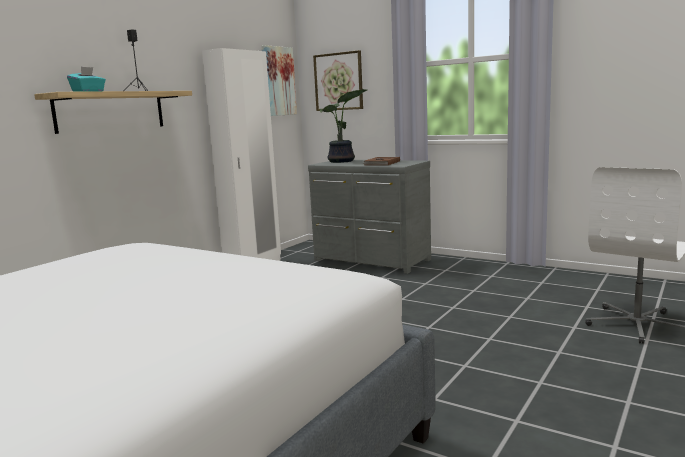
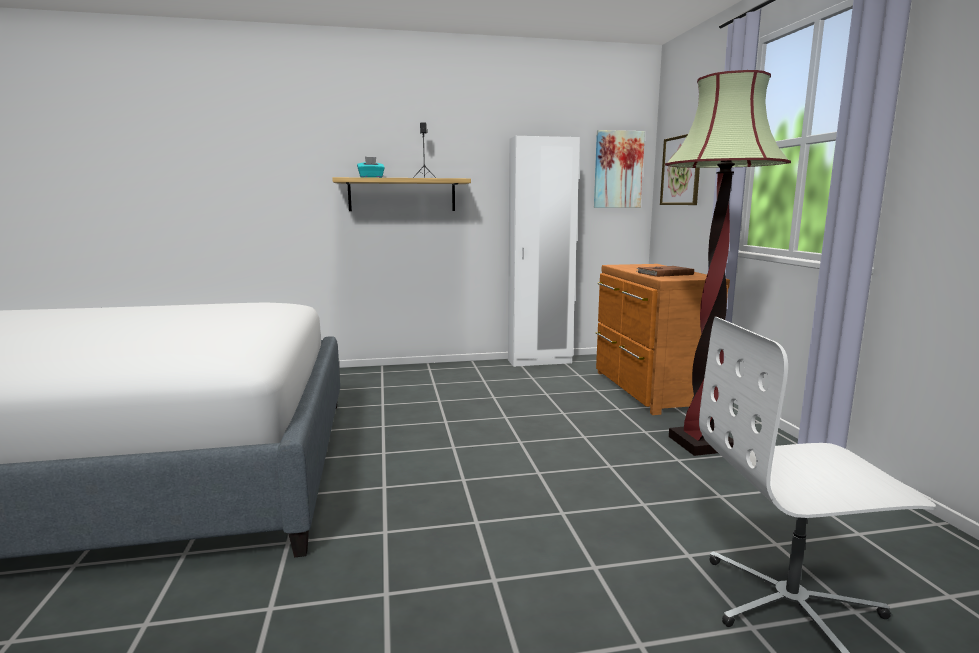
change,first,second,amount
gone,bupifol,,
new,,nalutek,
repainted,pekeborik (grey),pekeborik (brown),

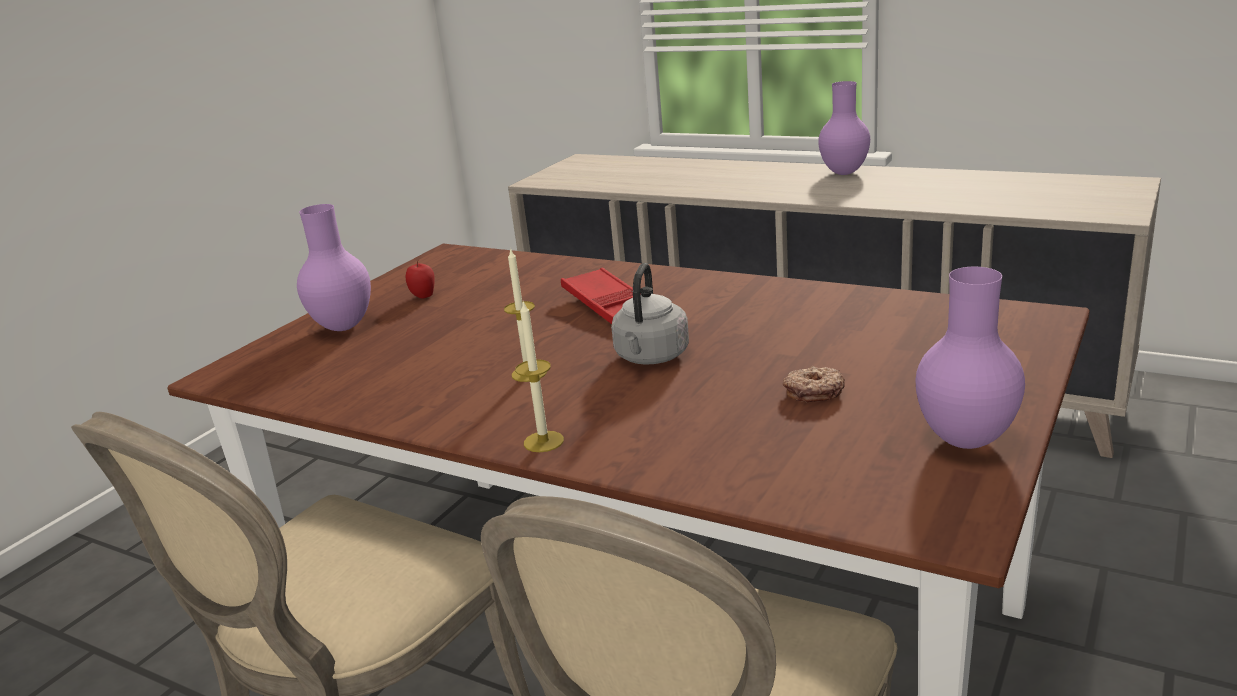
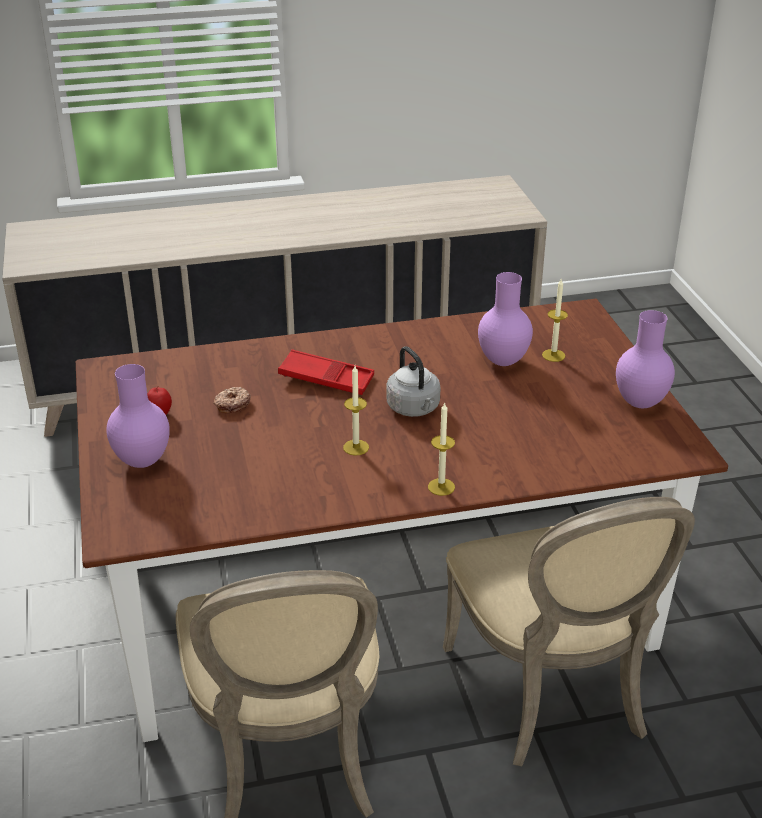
change,first,second,amount
new,,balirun (no. 3 from left),
shifted,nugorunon,,
shifted,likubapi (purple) (no. 2 from left),,

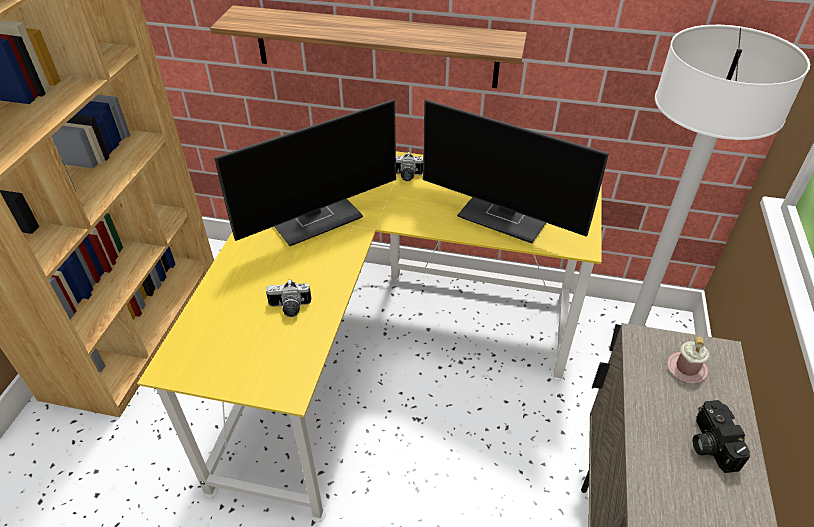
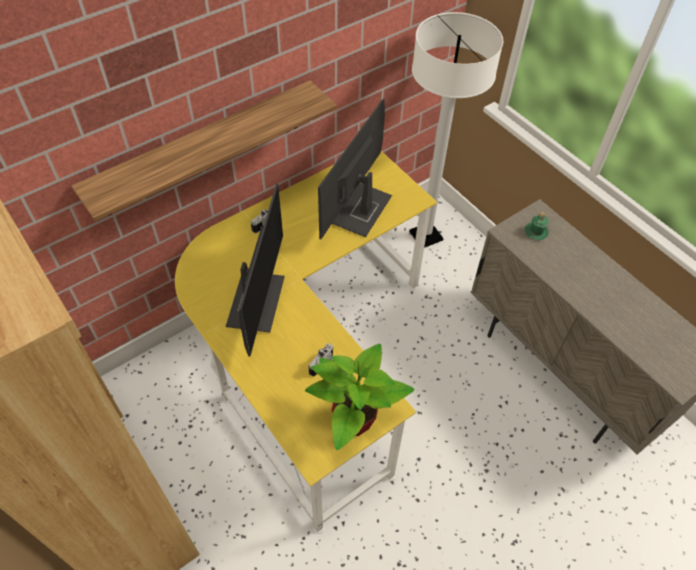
change,first,second,amount
gone,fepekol (no. 3 from left),,
new,,bupifol,
repainted,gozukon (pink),gozukon (green),
rotated,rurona (no. 2 from left),,135 degrees clockwise

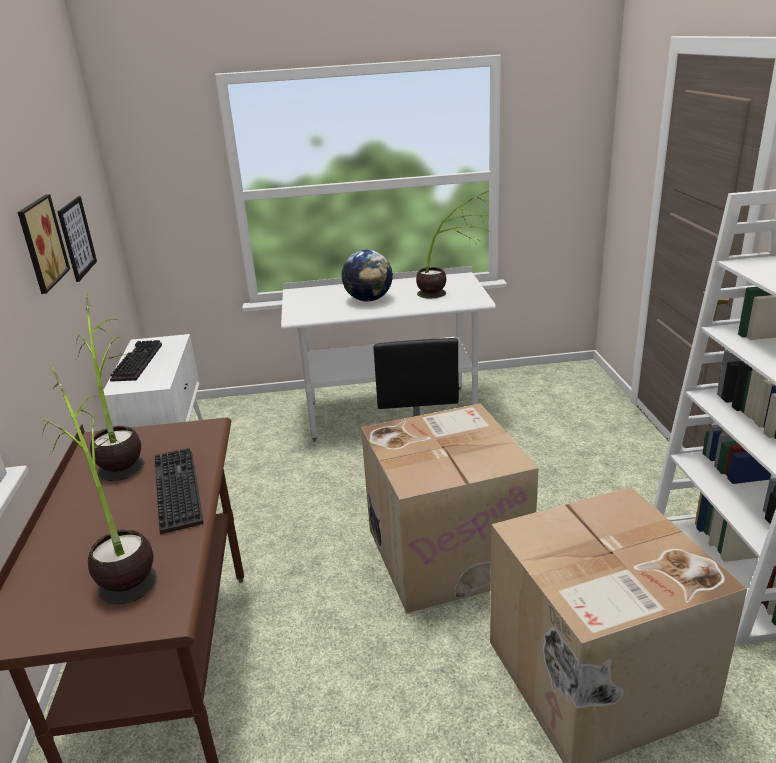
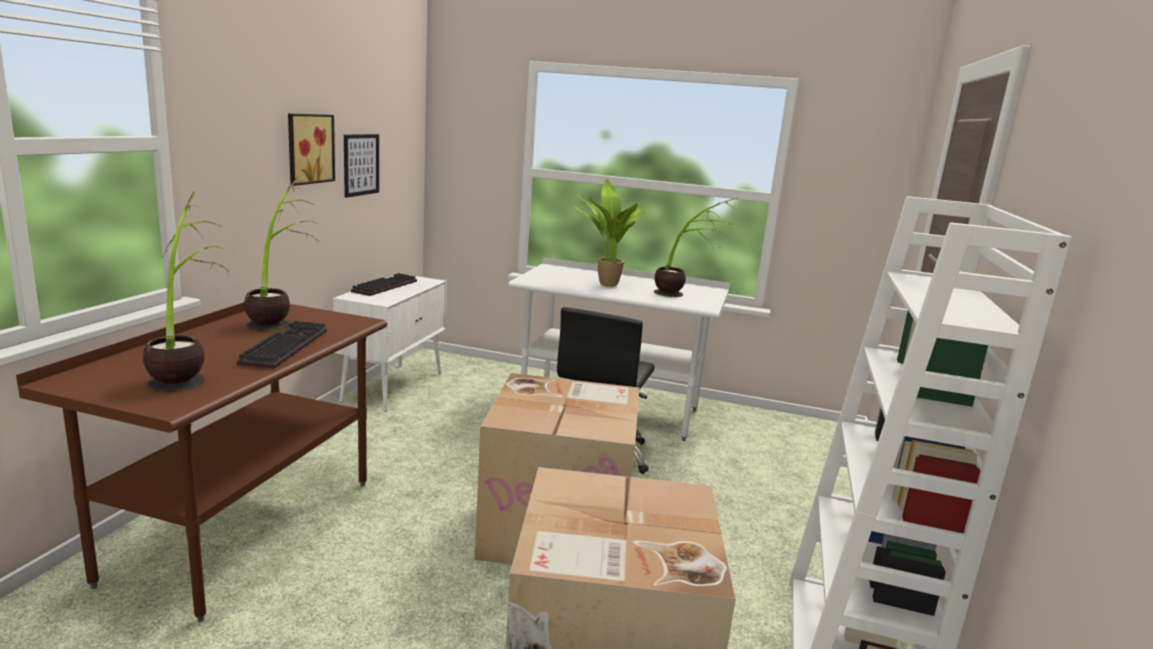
change,first,second,amount
swapped,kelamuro,bupifol (no. 3 from left),

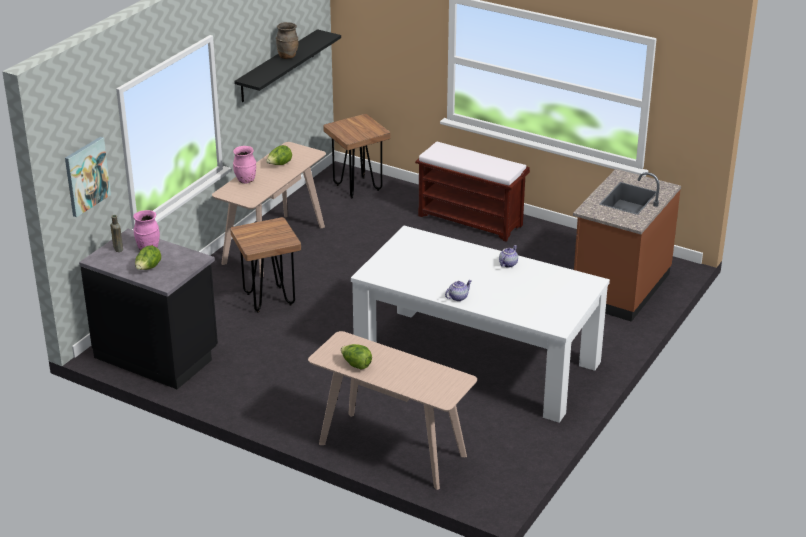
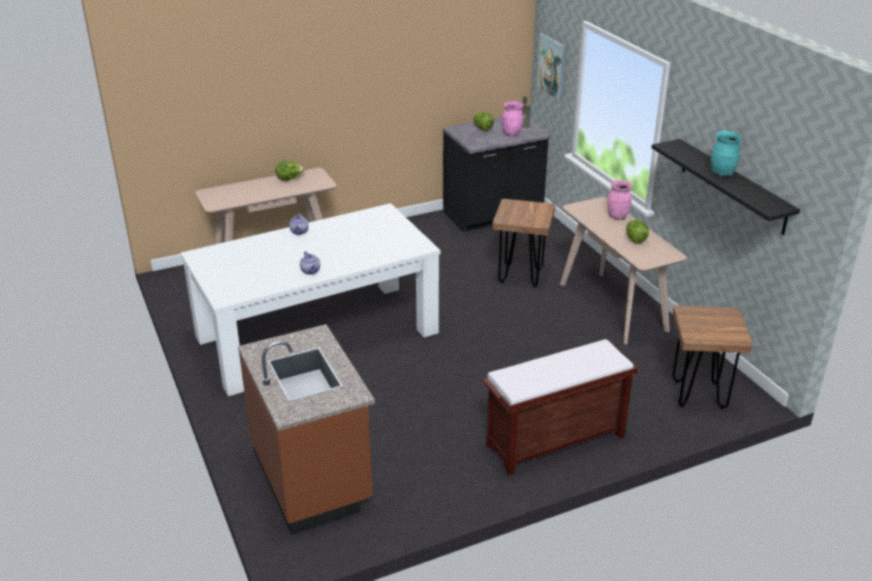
change,first,second,amount
repainted,likubapi (brown),likubapi (turquoise),

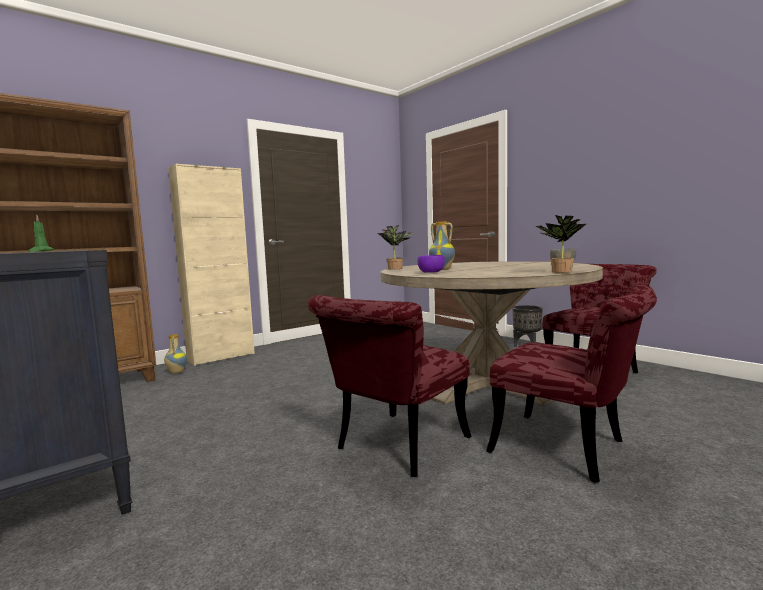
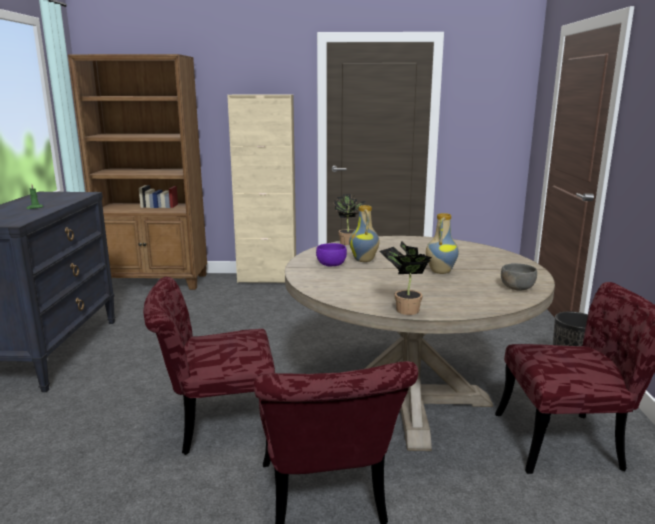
change,first,second,amount
shifted,likubapi (no. 1 from left in the first image),likubapi (no. 2 from left),

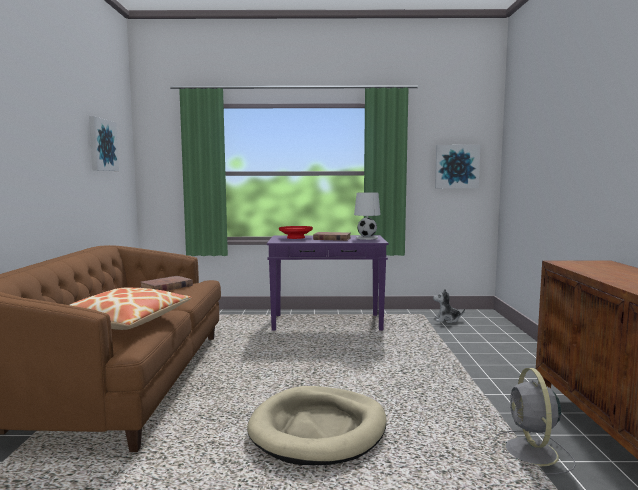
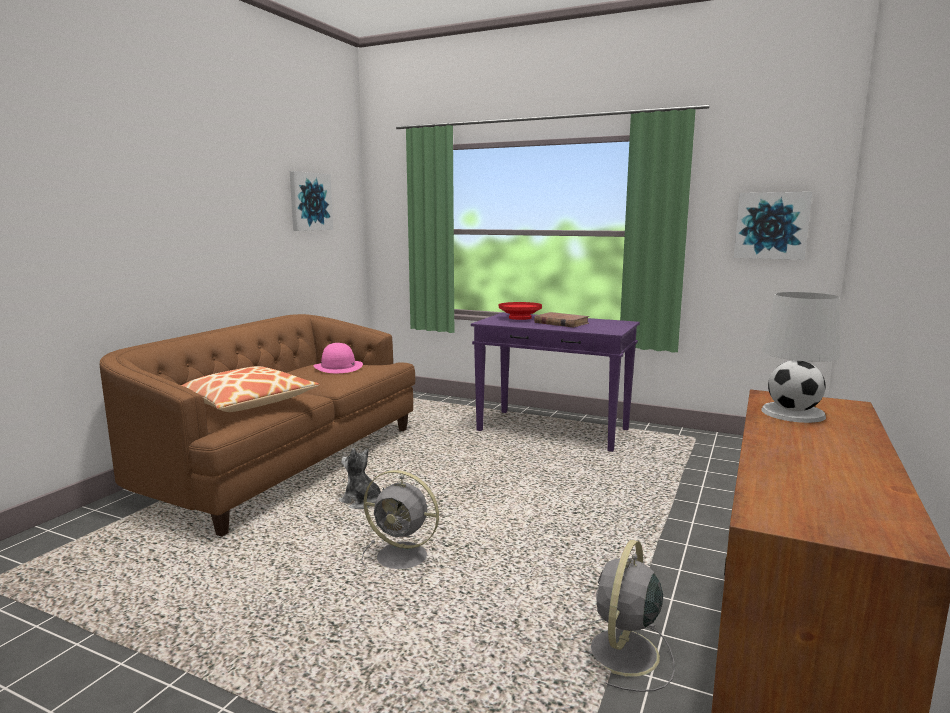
change,first,second,amount
shifted,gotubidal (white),,
shifted,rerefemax,,
swapped,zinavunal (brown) (no. 1 from left),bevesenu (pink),
swapped,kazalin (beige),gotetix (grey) (no. 1 from left),

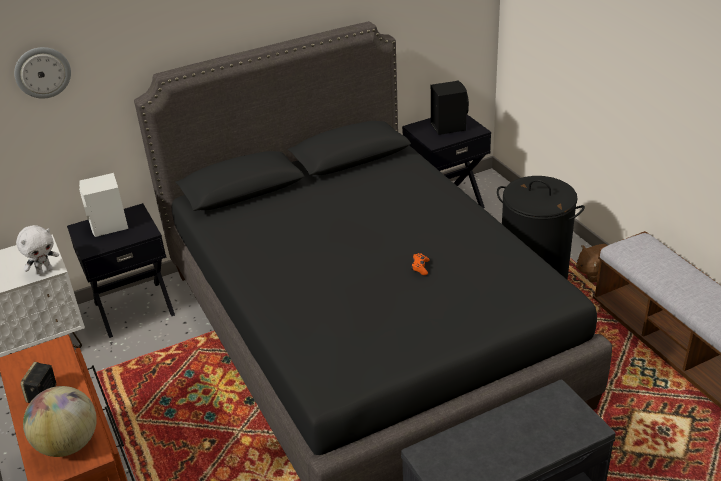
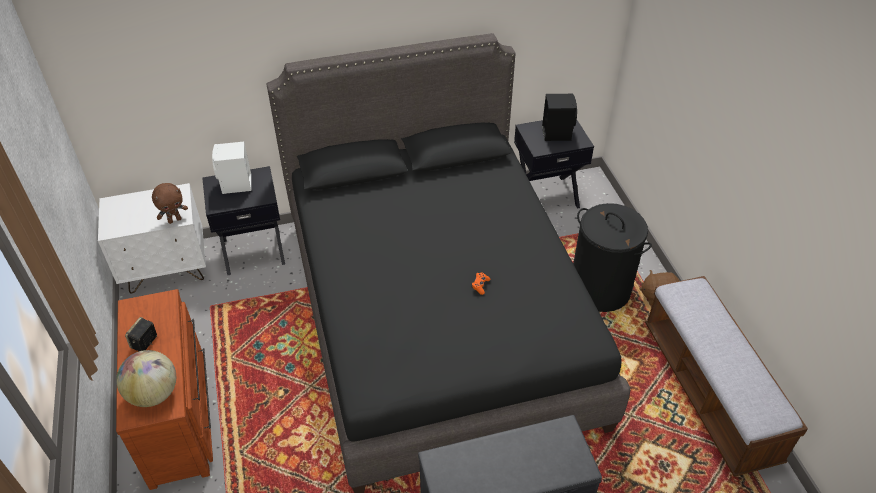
change,first,second,amount
gone,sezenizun,,
repainted,rerefemax (white),rerefemax (brown) (no. 1 from left),

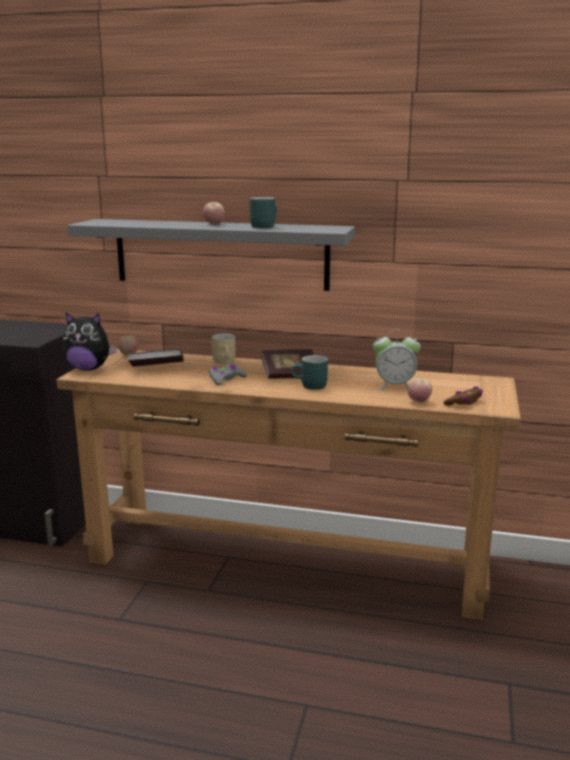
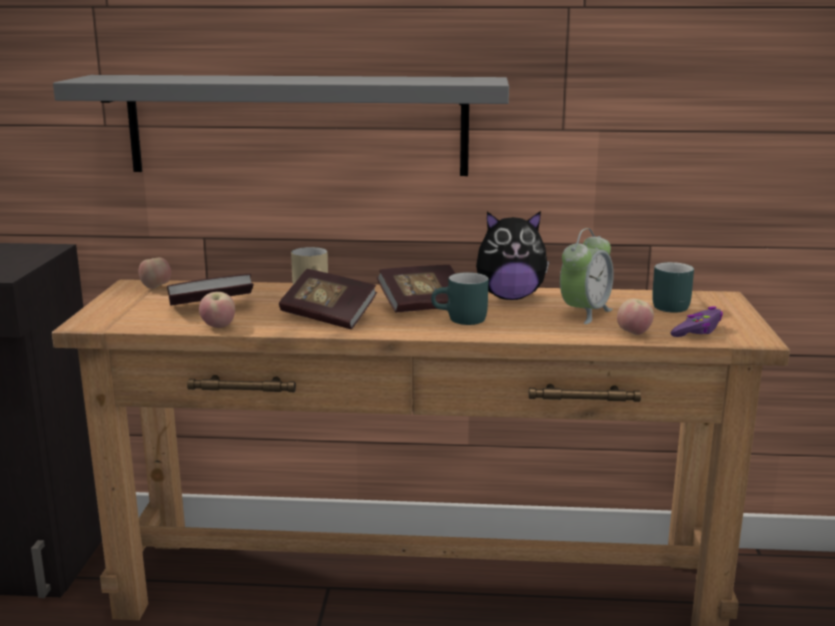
change,first,second,amount
shifted,rerefemax,,
shifted,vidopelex (no. 2 from left),,
shifted,gozukon (turquoise) (no. 1 from left in the first image),gozukon (turquoise) (no. 2 from left),
swapped,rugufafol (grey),zinavunal (no. 2 from left),
repainted,rugufafol (brown),rugufafol (purple),
rotated,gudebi,,45 degrees counterclockwise

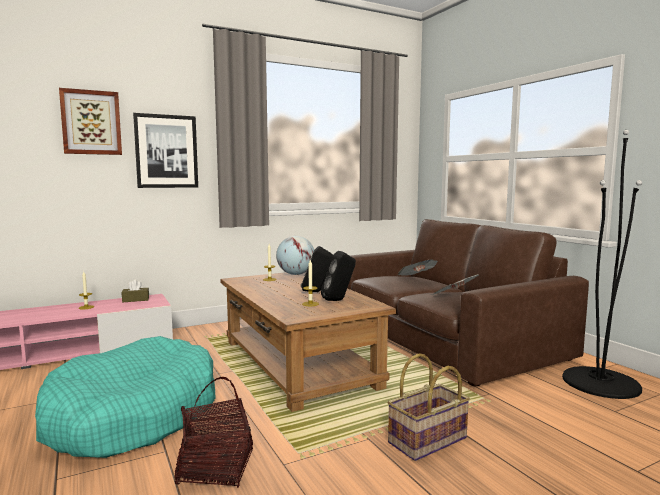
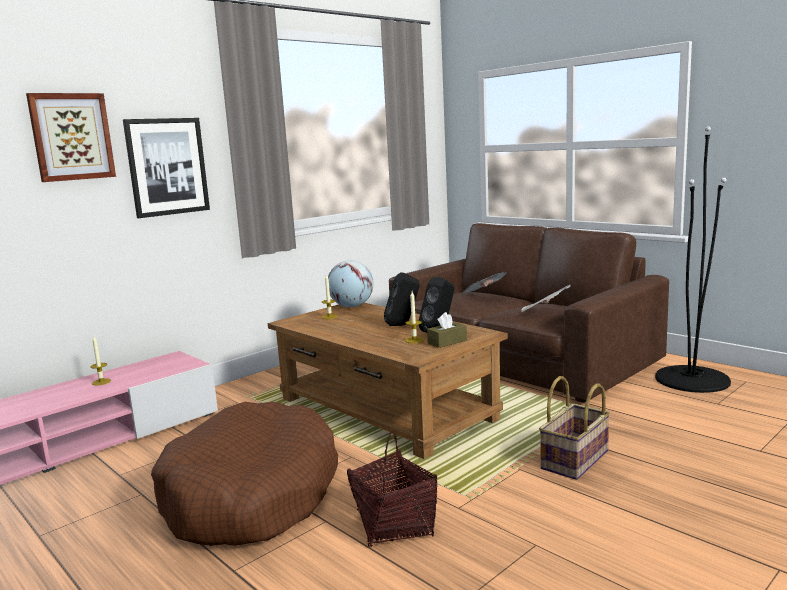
change,first,second,amount
shifted,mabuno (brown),,
repainted,kazalin (turquoise),kazalin (brown),

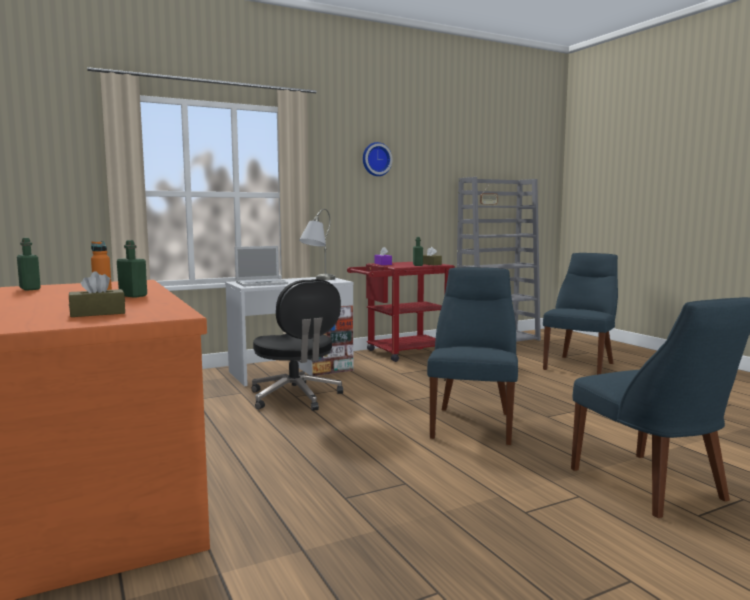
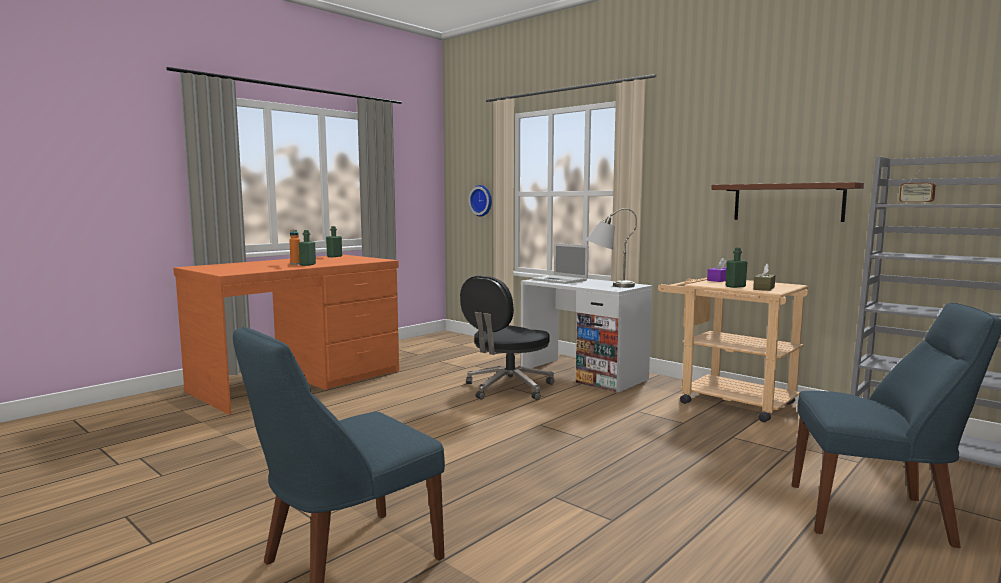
change,first,second,amount
gone,mabuno (brown) (no. 1 from left),,
gone,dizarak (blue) (no. 1 from left),,
new,,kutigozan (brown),
shifted,sezenizun,,
repainted,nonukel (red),nonukel (beige),

